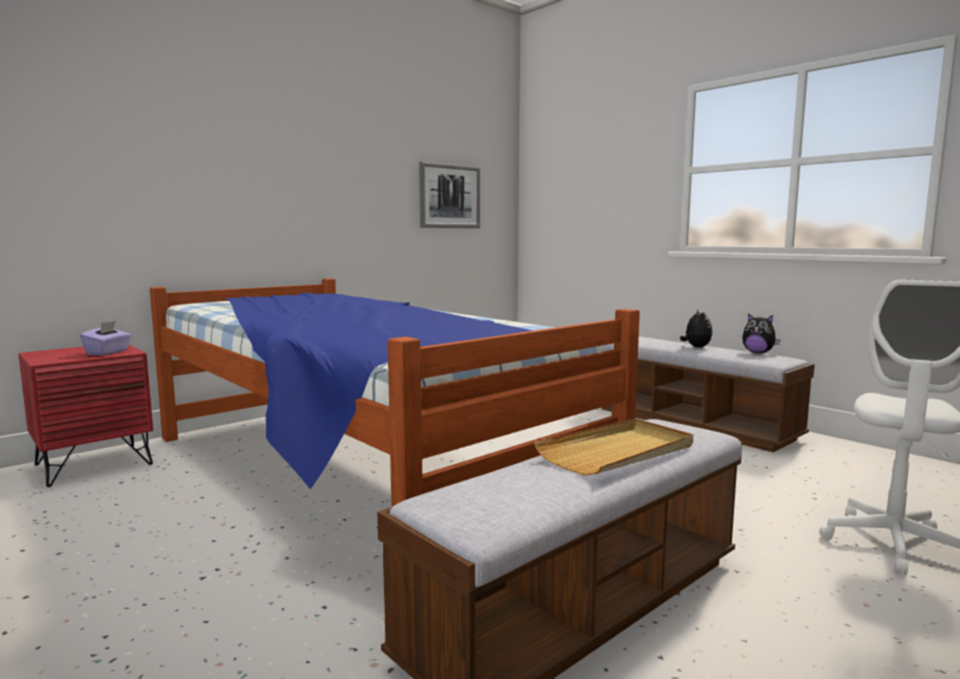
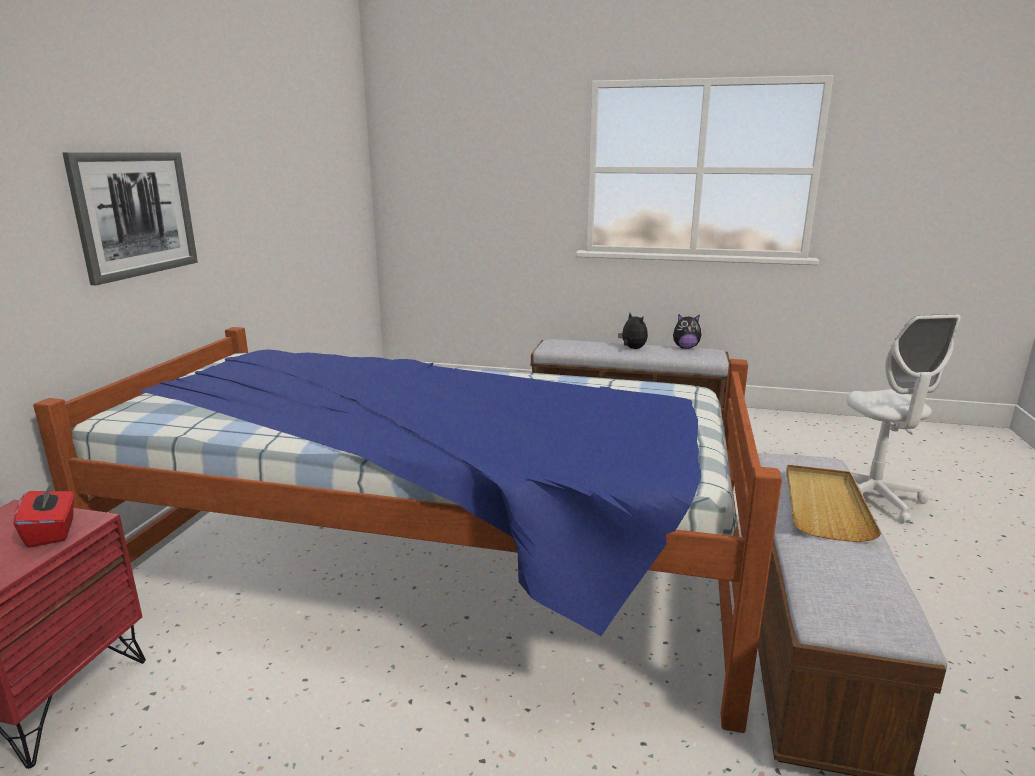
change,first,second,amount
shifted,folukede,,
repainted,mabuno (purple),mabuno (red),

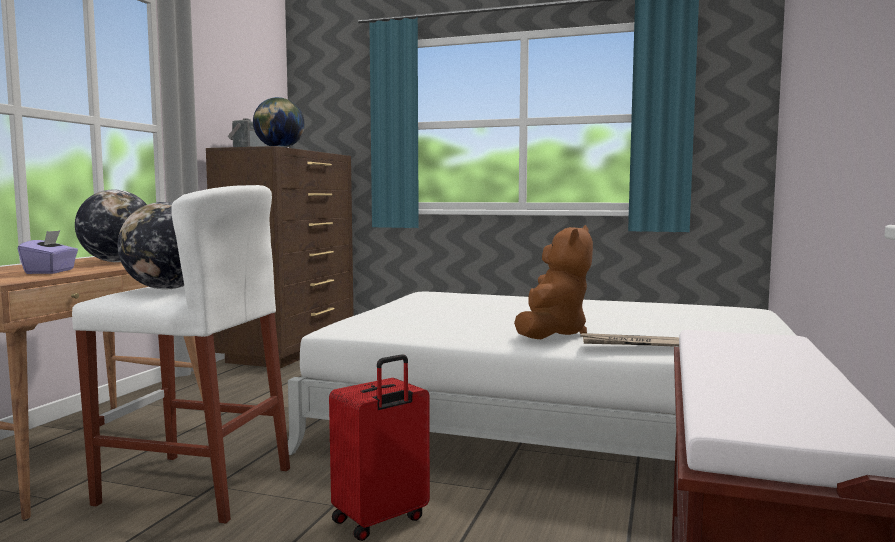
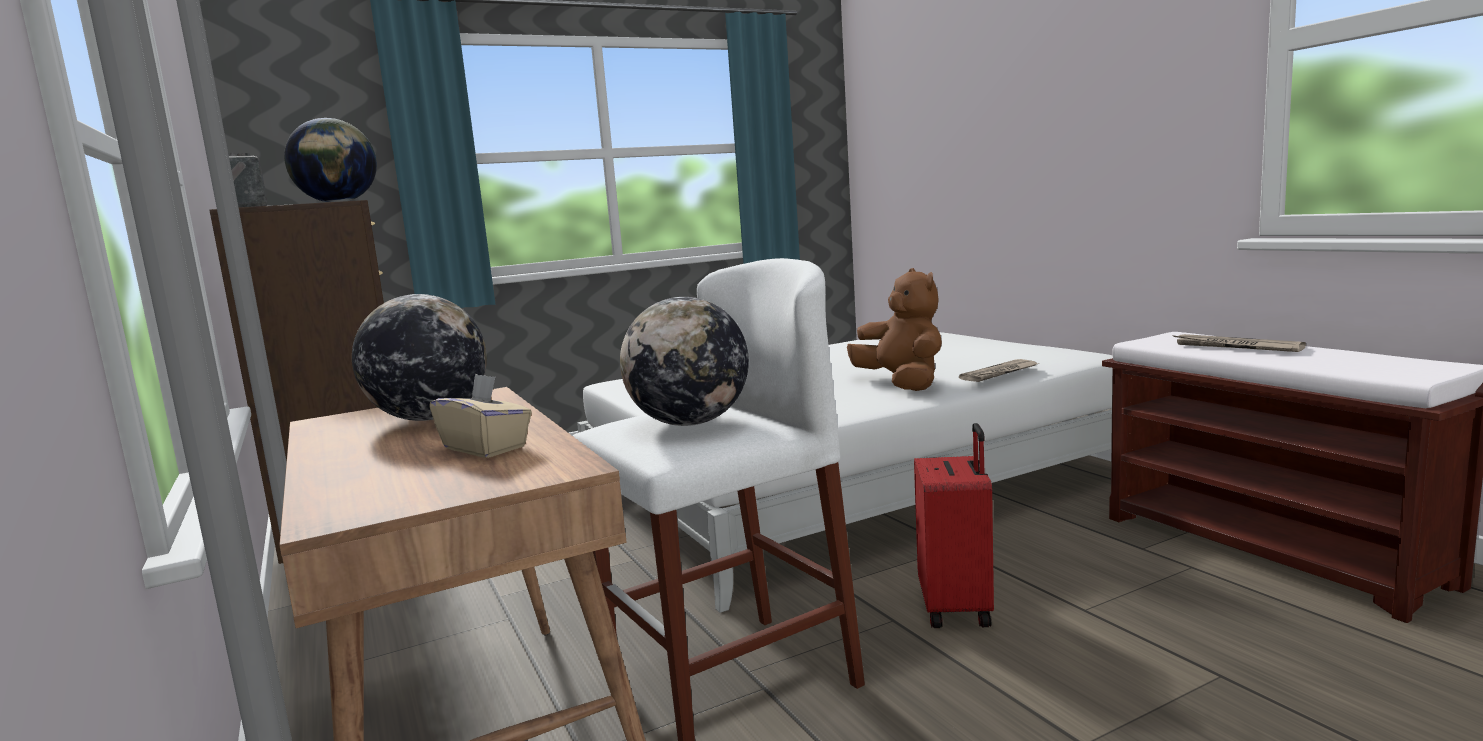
change,first,second,amount
new,,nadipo (no. 2 from left),
repainted,mabuno (purple),mabuno (beige),

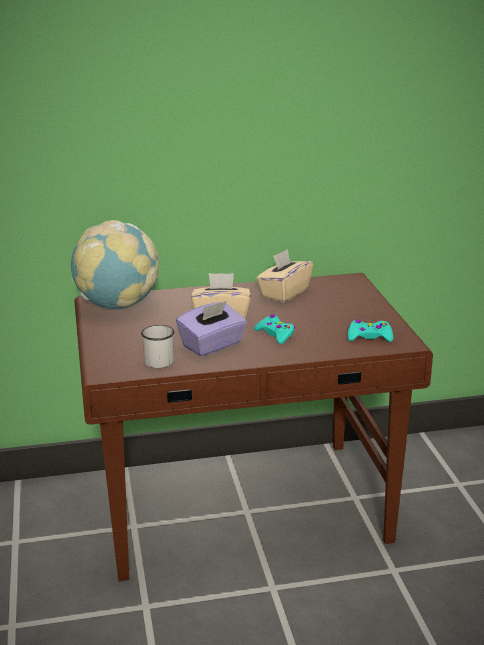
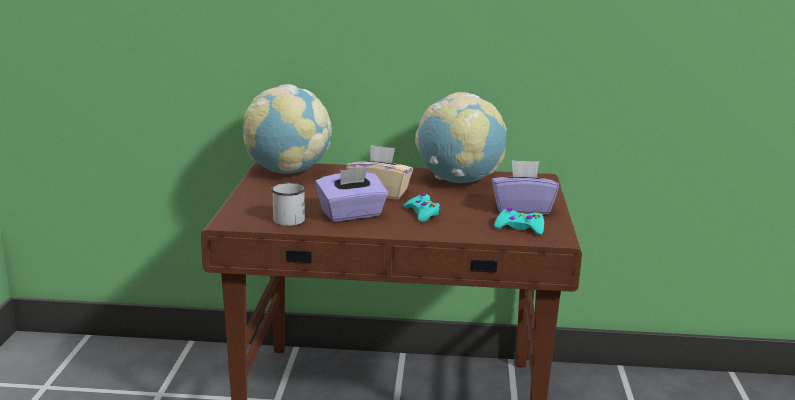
change,first,second,amount
new,,mabuno (purple) (no. 2 from left),
swapped,mabuno (beige) (no. 2 from left),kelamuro (no. 2 from left),

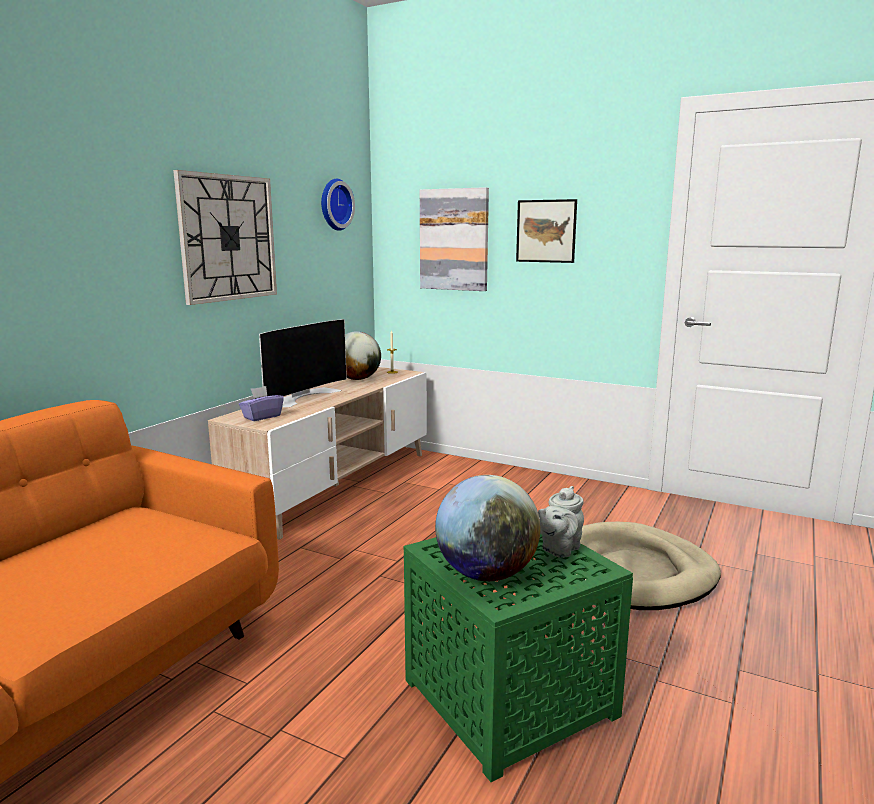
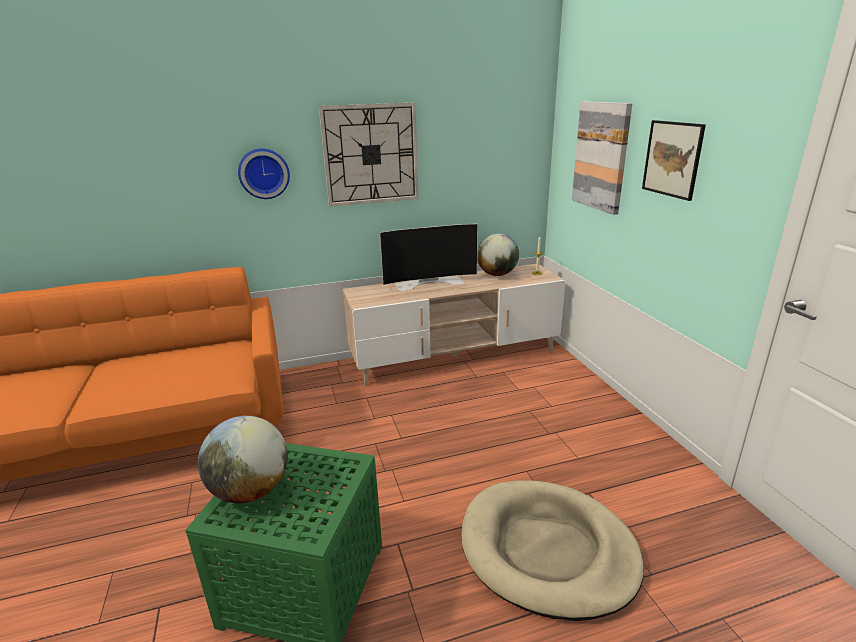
change,first,second,amount
gone,mabuno (purple),,
gone,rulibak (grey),,
shifted,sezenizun (no. 2 from left in the first image),sezenizun (no. 1 from left),

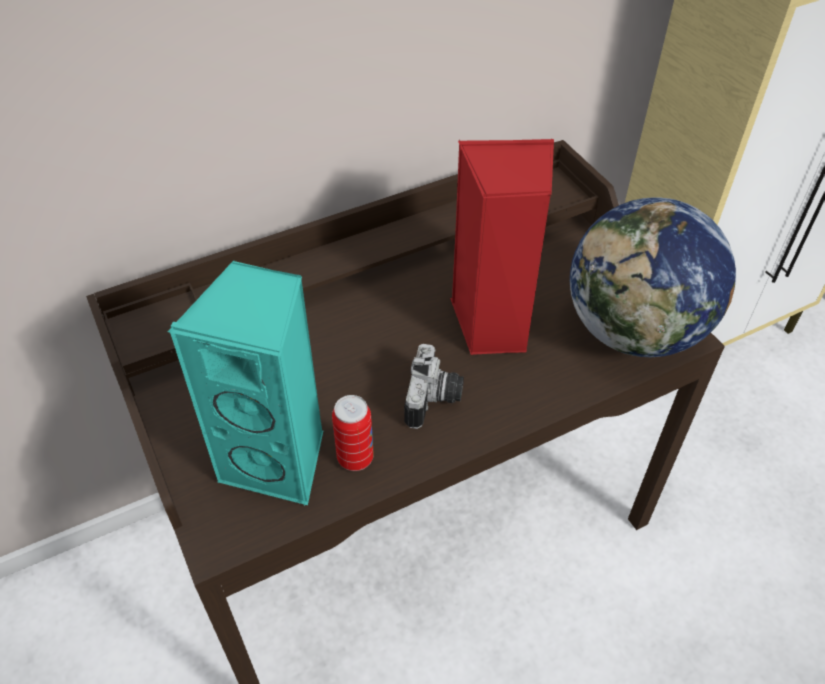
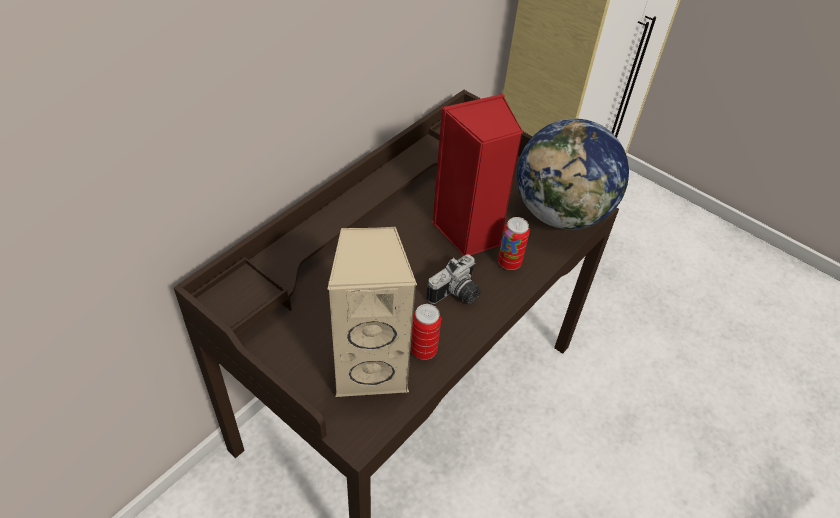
change,first,second,amount
new,,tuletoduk (no. 2 from left),
repainted,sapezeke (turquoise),sapezeke (beige),
rotated,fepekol,,60 degrees clockwise

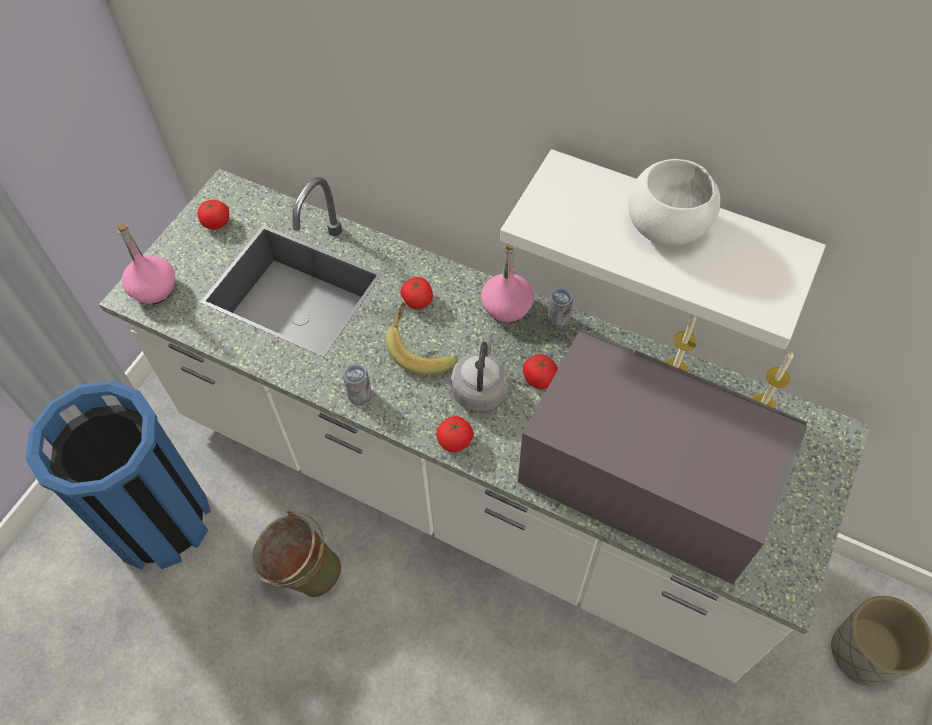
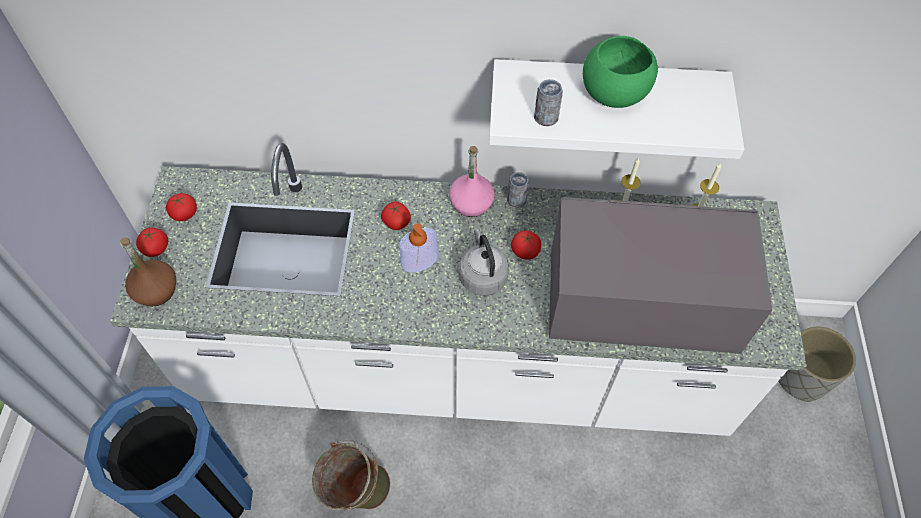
change,first,second,amount
shifted,tuletoduk (no. 1 from left in the first image),tuletoduk (no. 2 from left),
shifted,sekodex (no. 3 from left in the first image),sekodex (no. 1 from left),
swapped,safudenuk,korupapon,
repainted,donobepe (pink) (no. 1 from left),donobepe (brown),
repainted,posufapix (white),posufapix (green),

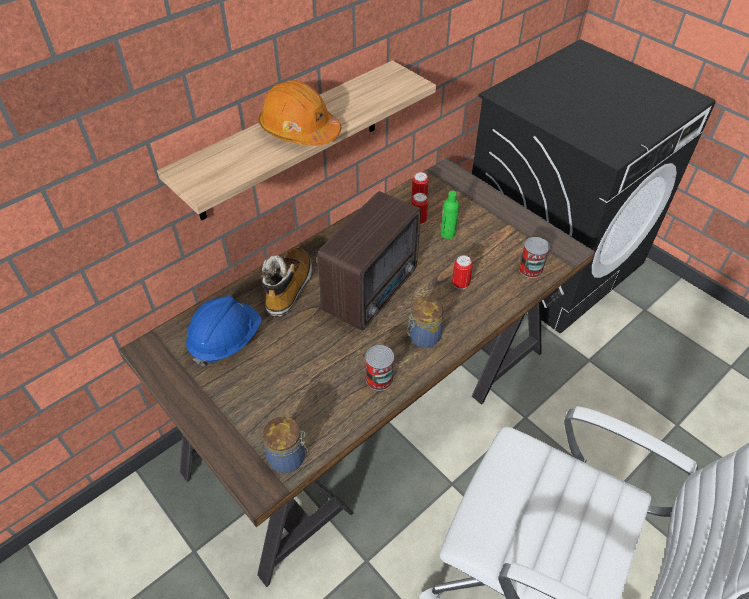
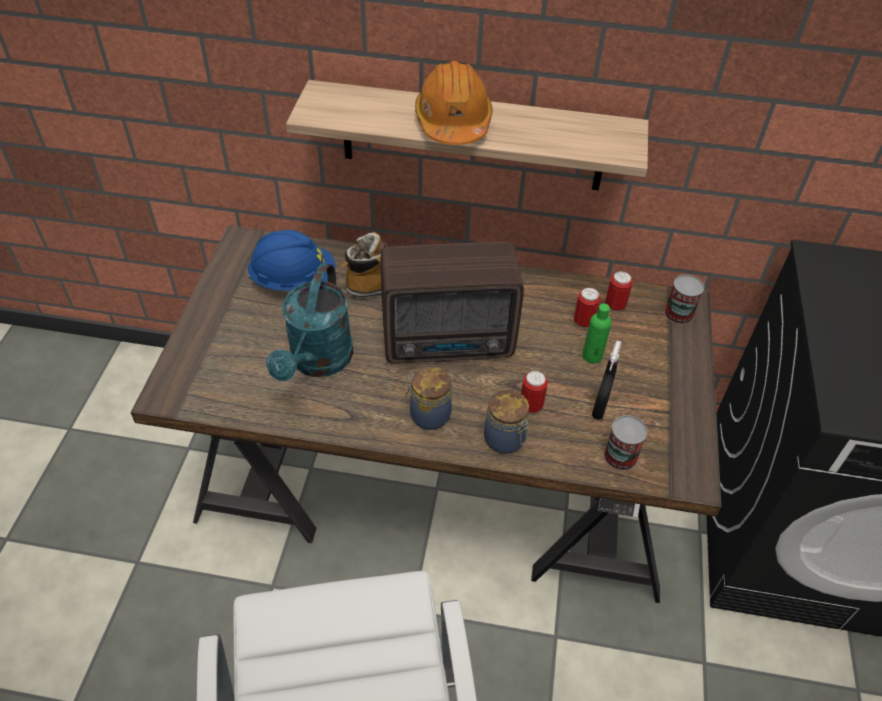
change,first,second,amount
new,,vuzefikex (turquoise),
new,,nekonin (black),
shifted,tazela (no. 1 from left in the first image),tazela (no. 2 from left),
shifted,tuletoduk (no. 1 from left in the first image),tuletoduk (no. 5 from left),

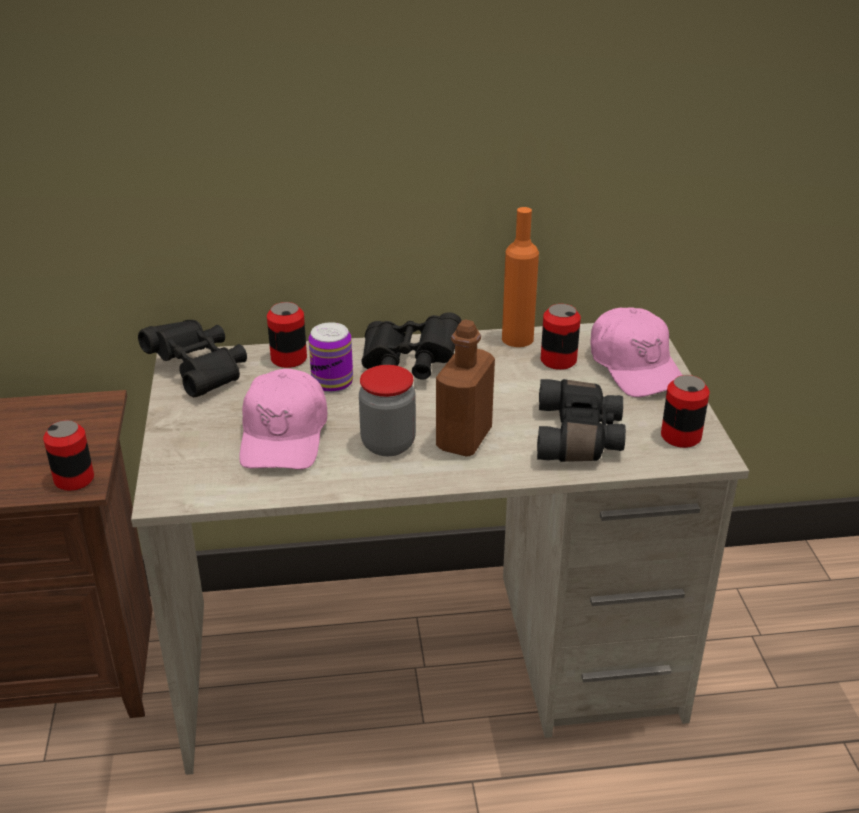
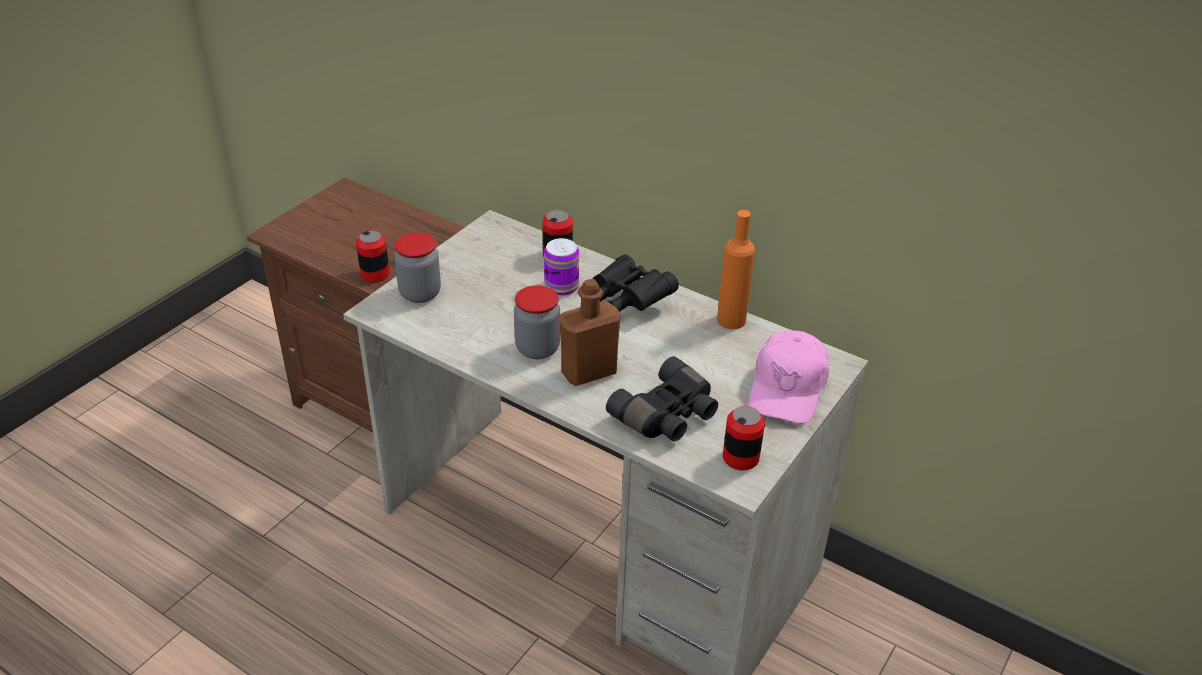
change,first,second,amount
gone,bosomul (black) (no. 1 from left),,
gone,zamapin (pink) (no. 1 from left),,
gone,tuletoduk (no. 4 from left),,
new,,tazela (no. 1 from left),

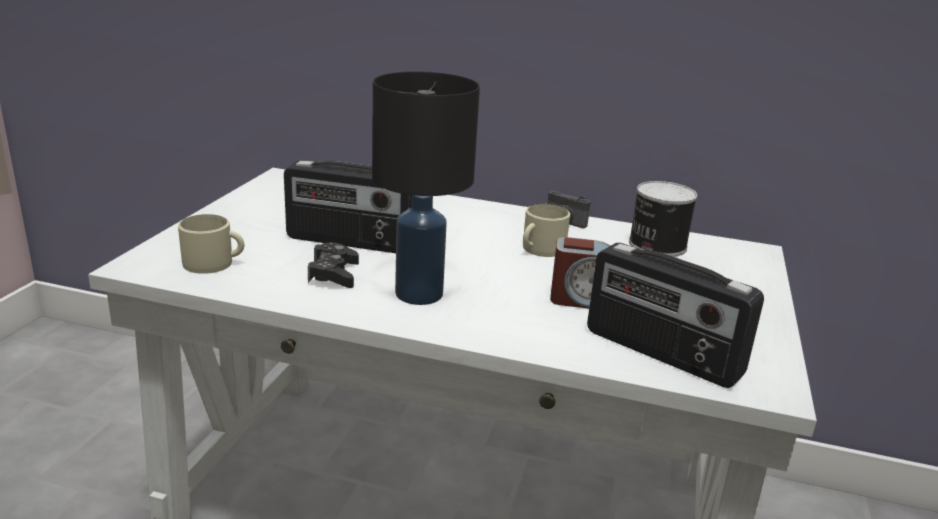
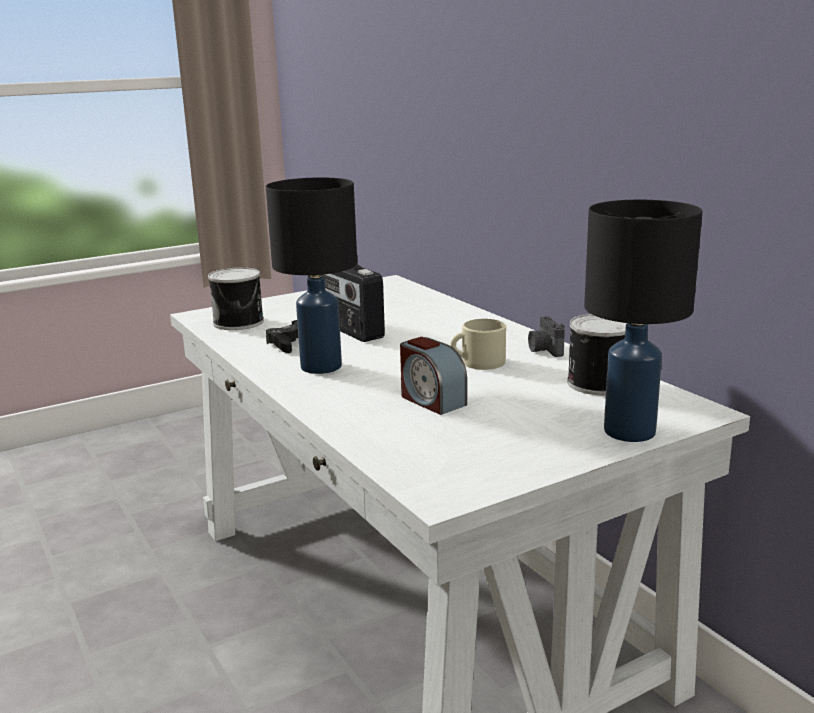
change,first,second,amount
gone,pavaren (no. 2 from left),,
new,,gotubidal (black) (no. 2 from left),
swapped,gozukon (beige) (no. 1 from left),tuletoduk (no. 1 from left),

